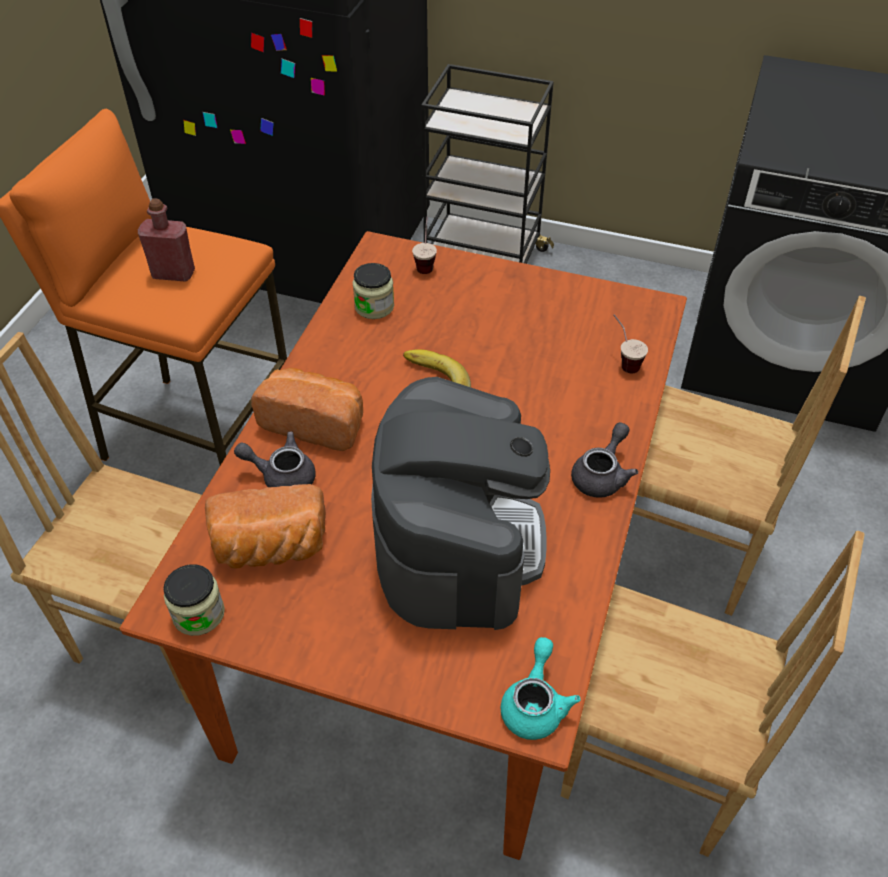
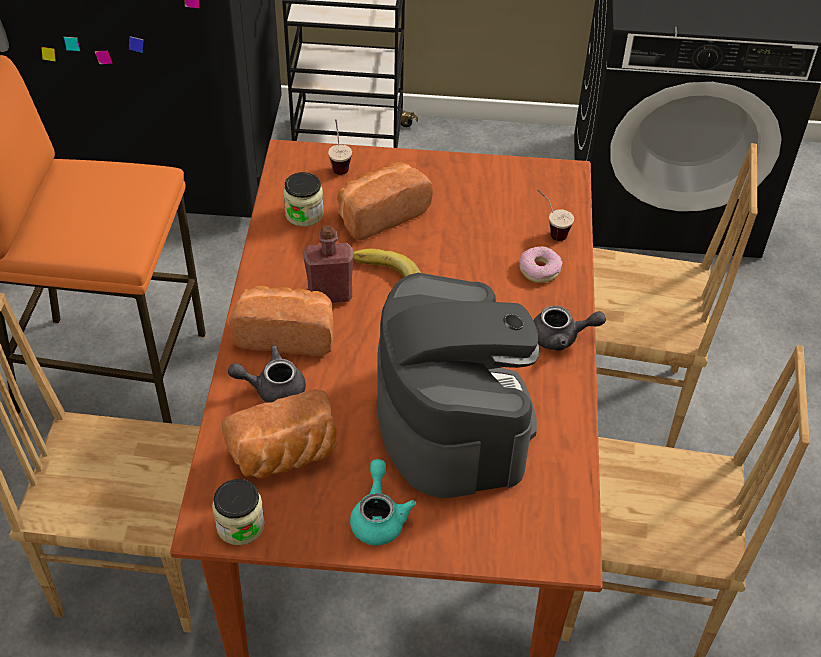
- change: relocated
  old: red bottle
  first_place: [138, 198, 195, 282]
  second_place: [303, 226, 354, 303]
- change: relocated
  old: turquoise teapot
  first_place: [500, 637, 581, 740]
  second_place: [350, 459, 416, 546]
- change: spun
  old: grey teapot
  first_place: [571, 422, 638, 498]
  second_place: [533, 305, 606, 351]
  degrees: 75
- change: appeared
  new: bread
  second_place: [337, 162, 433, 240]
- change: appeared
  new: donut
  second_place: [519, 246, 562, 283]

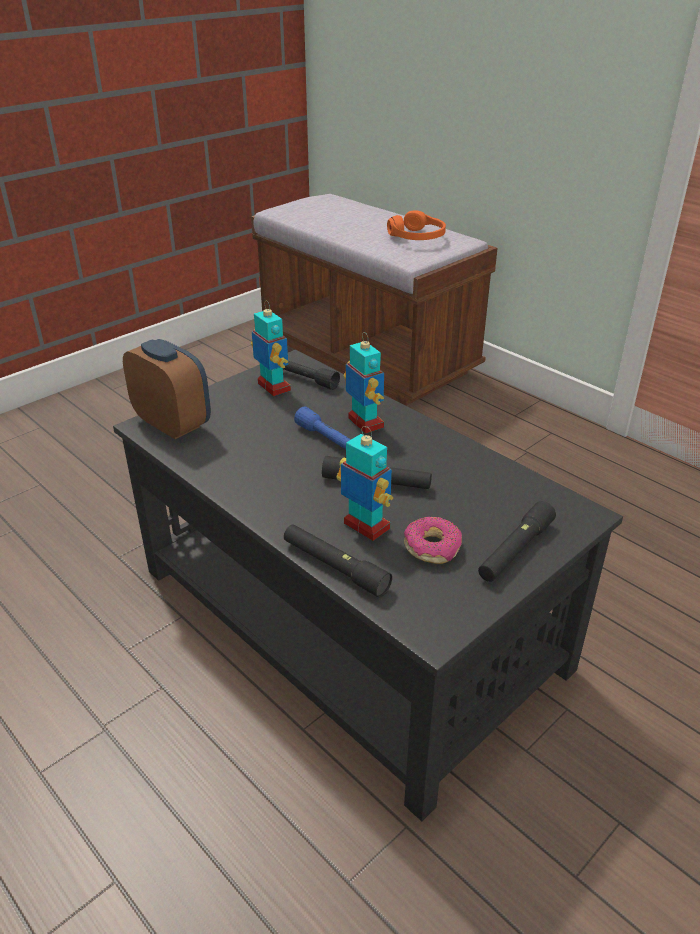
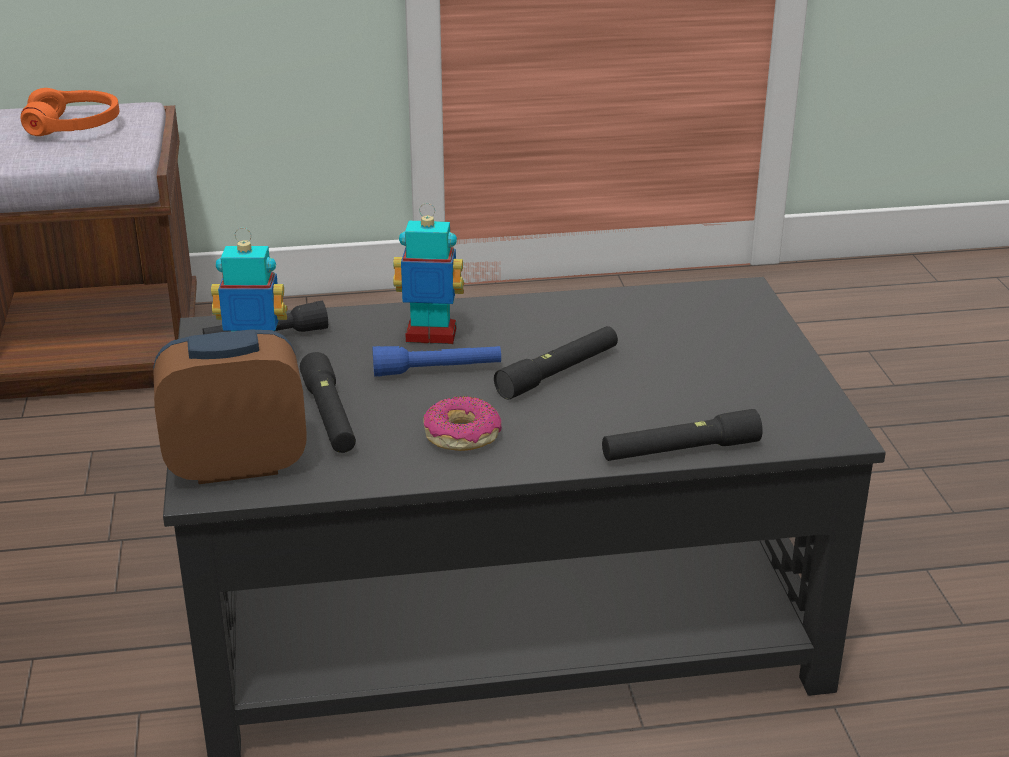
- change: missing
  old: toy robot
  first_place: [336, 426, 394, 541]
- change: relocated
  old: donut
  first_place: [404, 517, 462, 564]
  second_place: [423, 396, 502, 451]
- change: relocated
  old: black flashlight
  first_place: [478, 501, 556, 582]
  second_place: [300, 352, 356, 453]

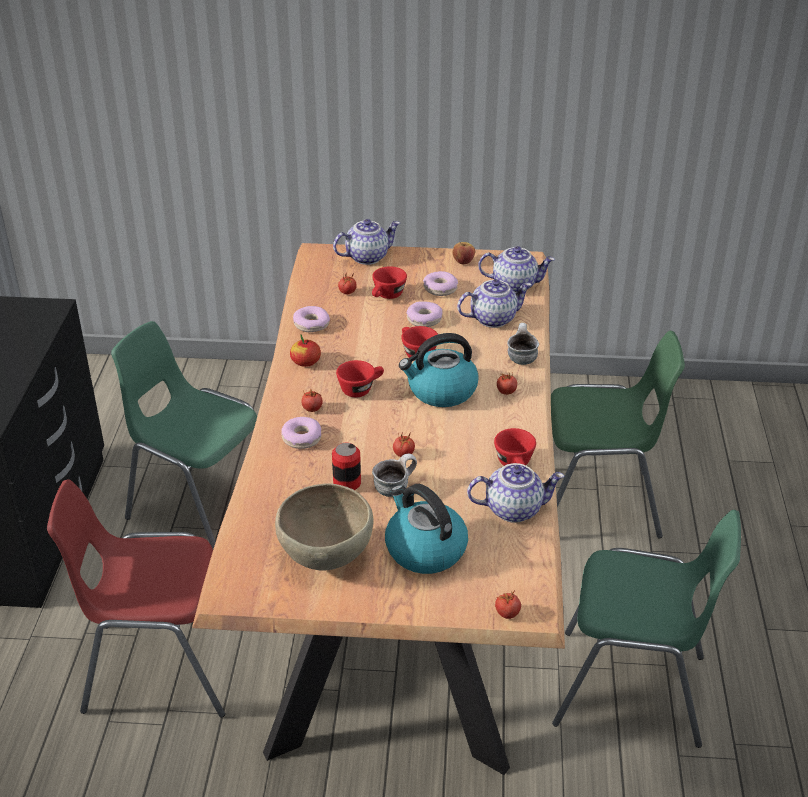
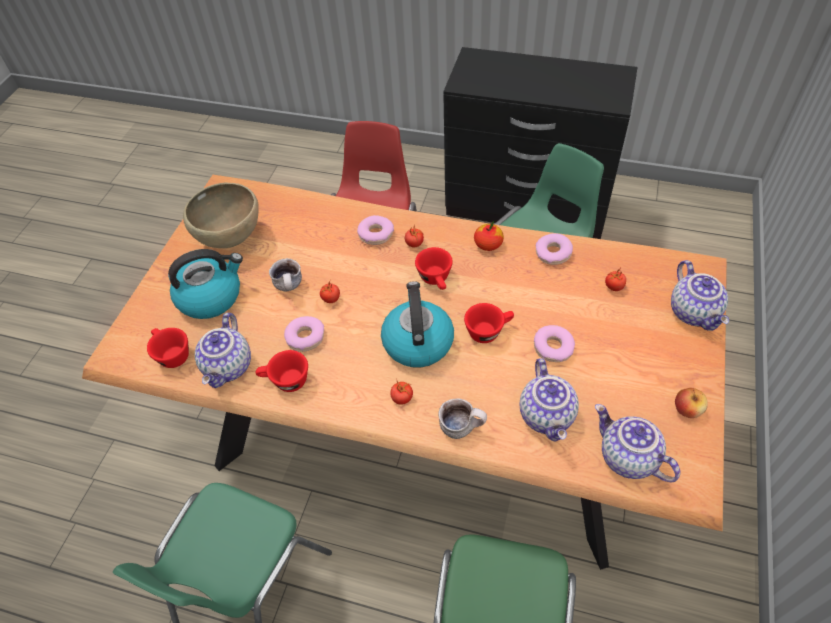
- change: missing
  old: can
  first_place: [332, 443, 361, 490]
- change: relocated
  old: red cup
  first_place: [372, 266, 407, 299]
  second_place: [147, 328, 189, 368]
- change: relocated
  old: donut
  first_place: [423, 271, 458, 296]
  second_place: [284, 316, 324, 352]
- change: spun
  old: teapot
  first_place: [478, 246, 555, 293]
  second_place: [595, 404, 680, 482]
  degrees: 120
- change: missing
  old: tomato
  first_place: [495, 590, 521, 619]

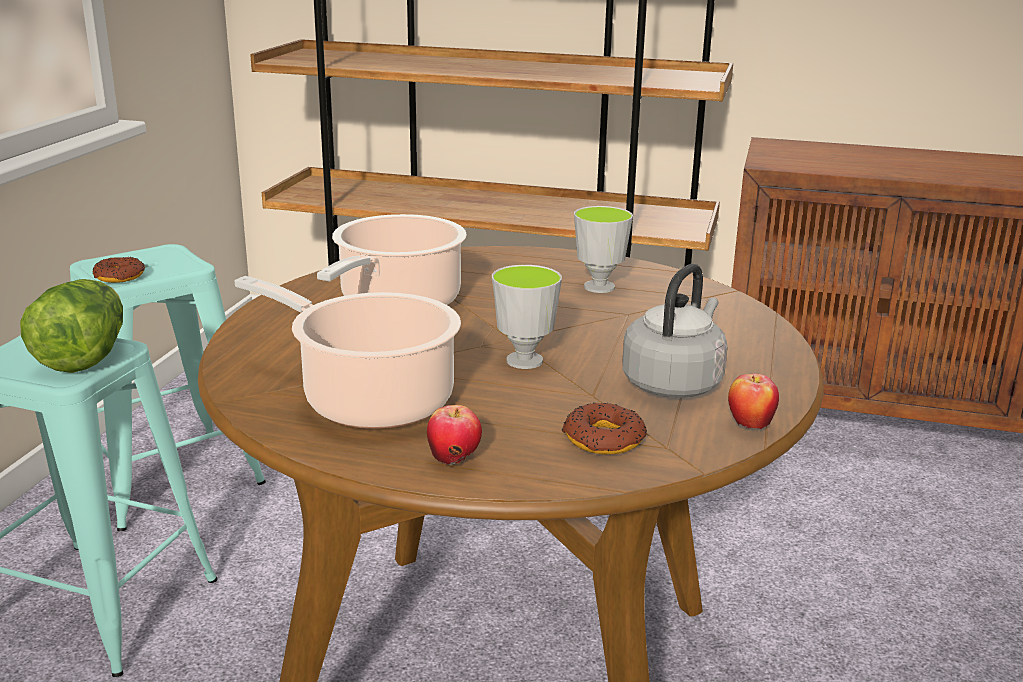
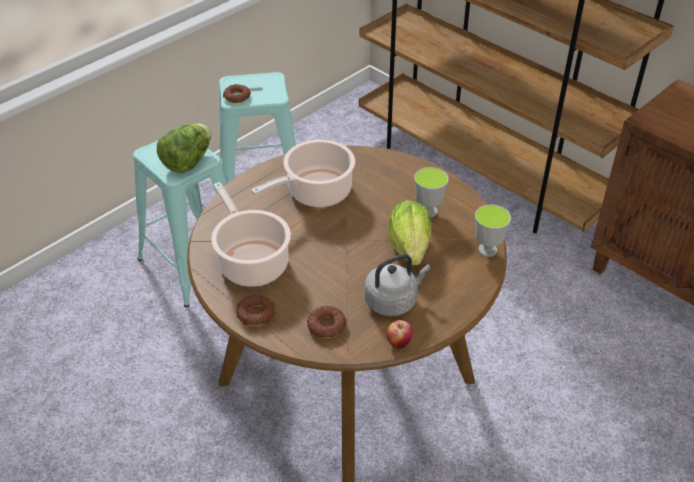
- change: exchanged
  old: apple
  new: donut
  first_place: [427, 405, 482, 465]
  second_place: [236, 295, 275, 326]
- change: relocated
  old: cup
  first_place: [492, 265, 562, 369]
  second_place: [475, 205, 511, 257]
- change: appeared
  new: lettuce
  second_place: [388, 200, 432, 265]

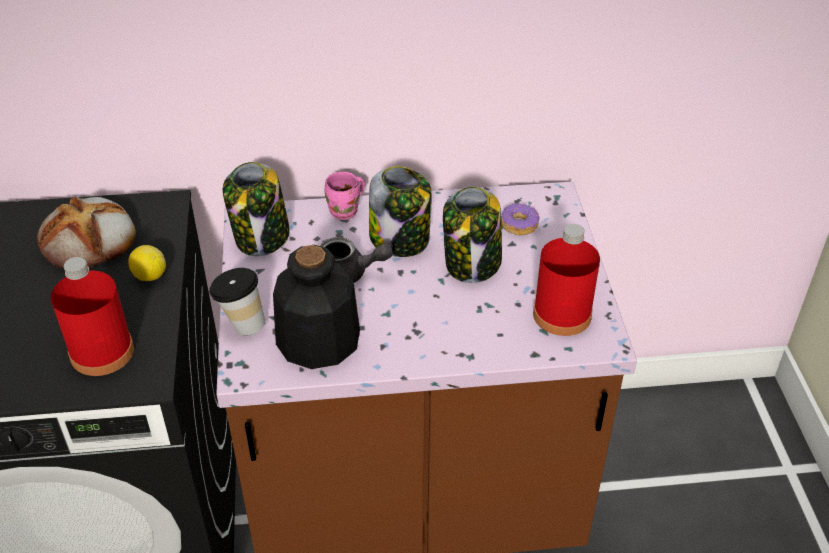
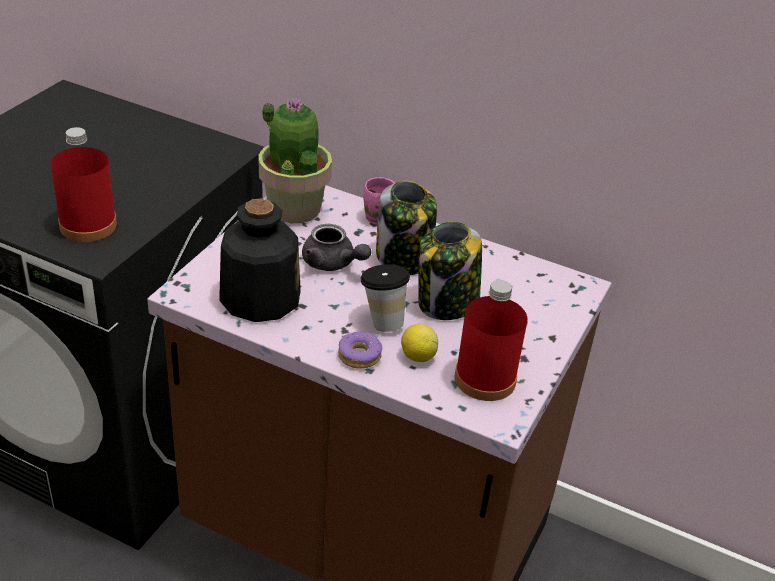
- change: missing
  old: bread
  first_place: [37, 197, 136, 269]
- change: relocated
  old: lemon
  first_place: [128, 245, 166, 281]
  second_place: [401, 323, 438, 362]
- change: relocated
  old: cup
  first_place: [209, 268, 265, 336]
  second_place: [360, 264, 410, 332]
- change: exchanged
  old: jar
  new: potted plant
  first_place: [223, 162, 290, 256]
  second_place: [259, 97, 332, 223]
- change: relocated
  old: donut
  first_place: [501, 203, 539, 235]
  second_place: [338, 331, 383, 369]

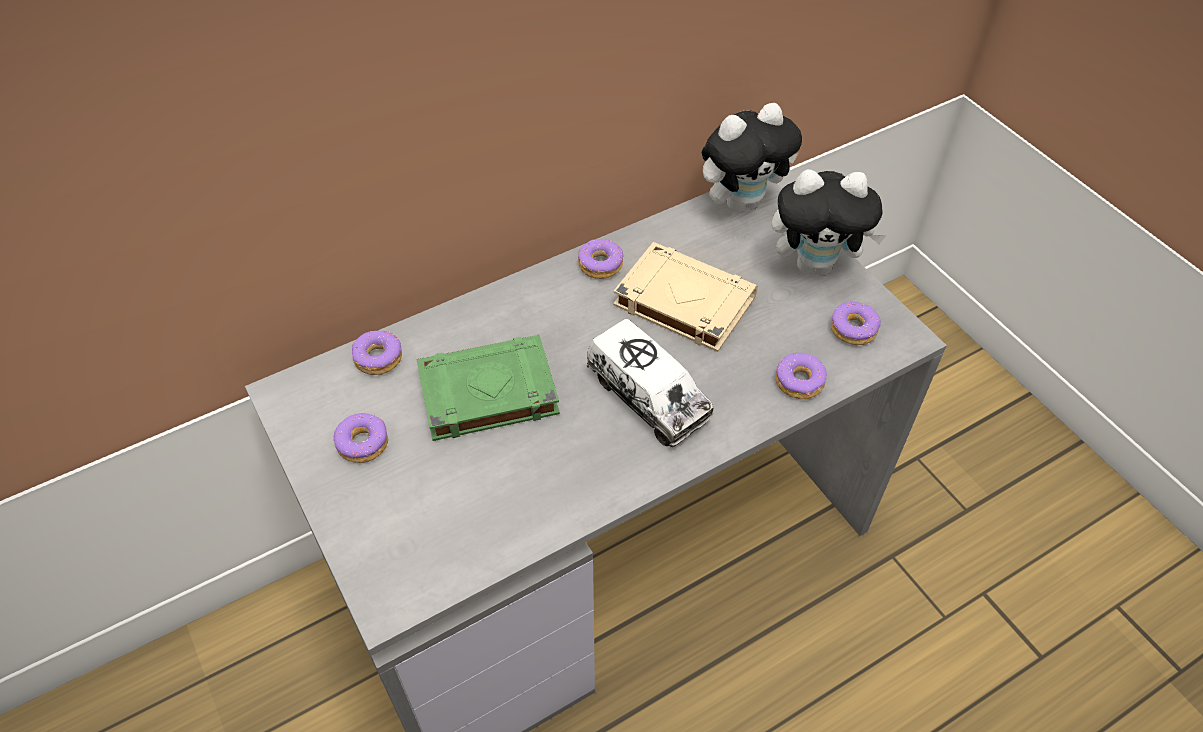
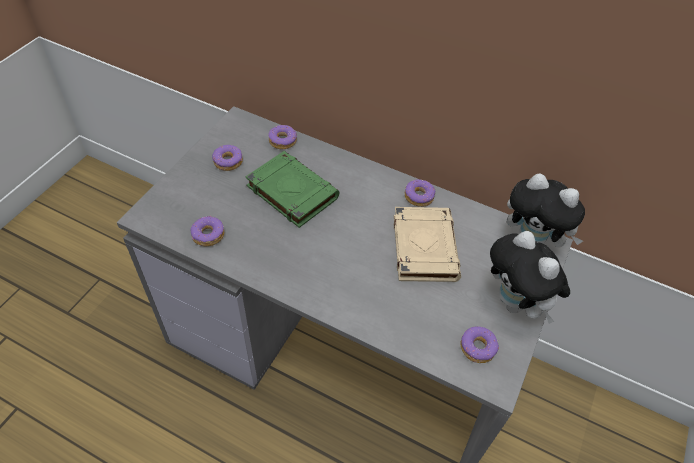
- change: missing
  old: toy truck
  first_place: [586, 319, 714, 447]
- change: relocated
  old: donut
  first_place: [775, 353, 827, 399]
  second_place: [191, 216, 224, 246]

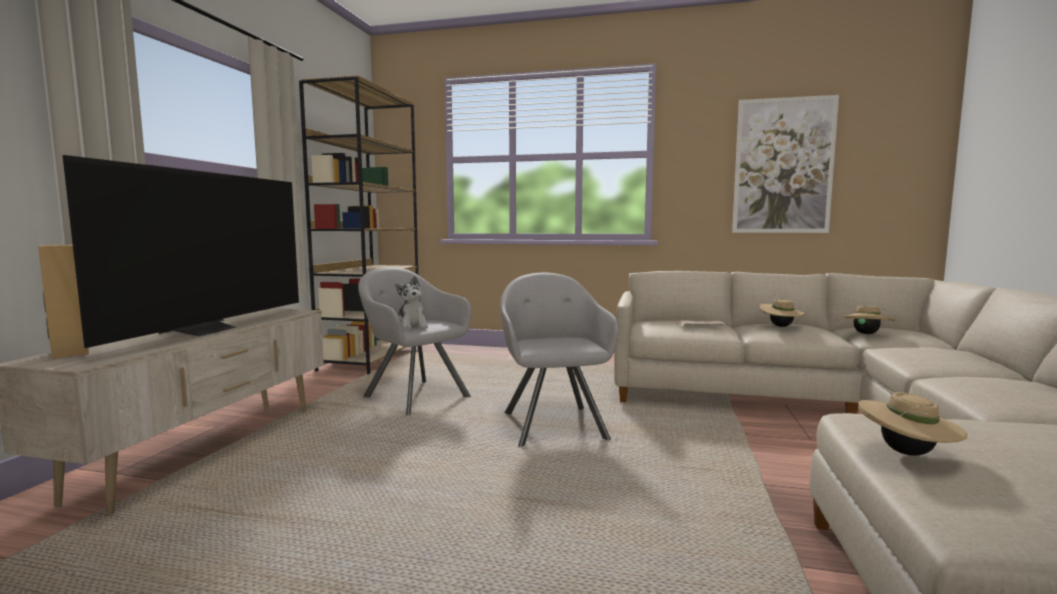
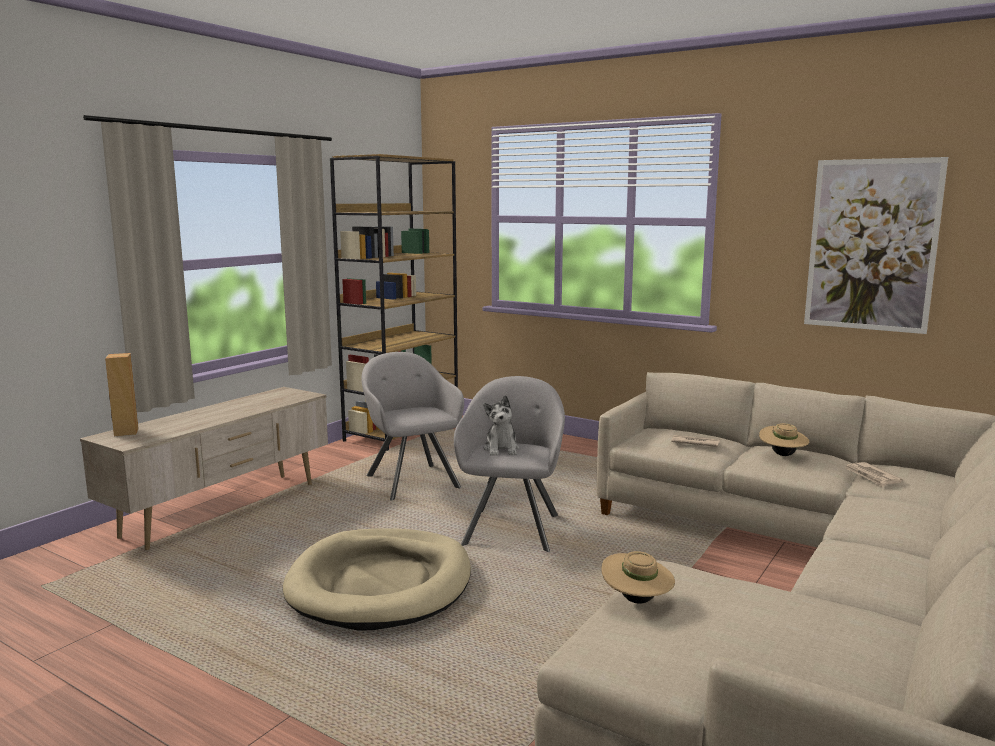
- change: missing
  old: television
  first_place: [63, 155, 299, 348]
- change: relocated
  old: plush toy
  first_place: [395, 276, 428, 330]
  second_place: [483, 395, 519, 456]
- change: exchanged
  old: beige hat
  new: newspaper
  first_place: [843, 306, 895, 334]
  second_place: [845, 462, 903, 487]
- change: appeared
  new: beige dog bed
  second_place: [283, 528, 471, 630]

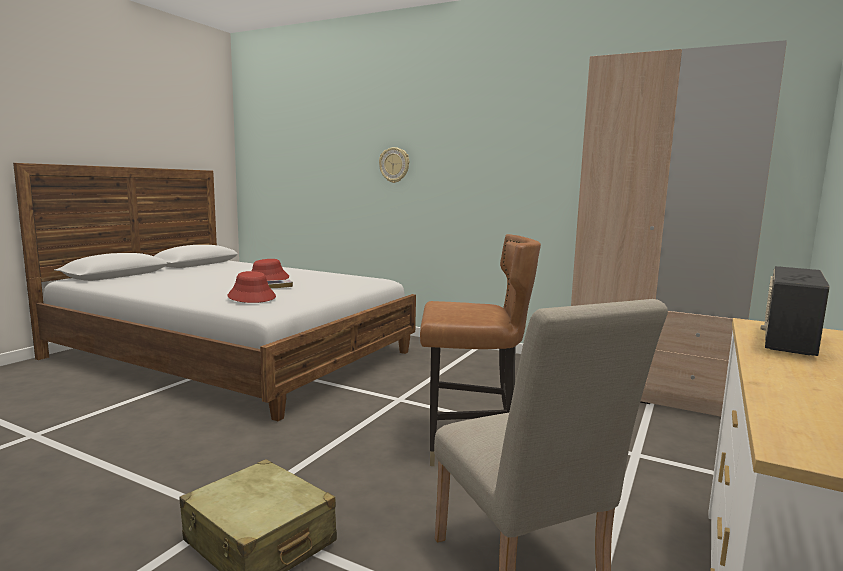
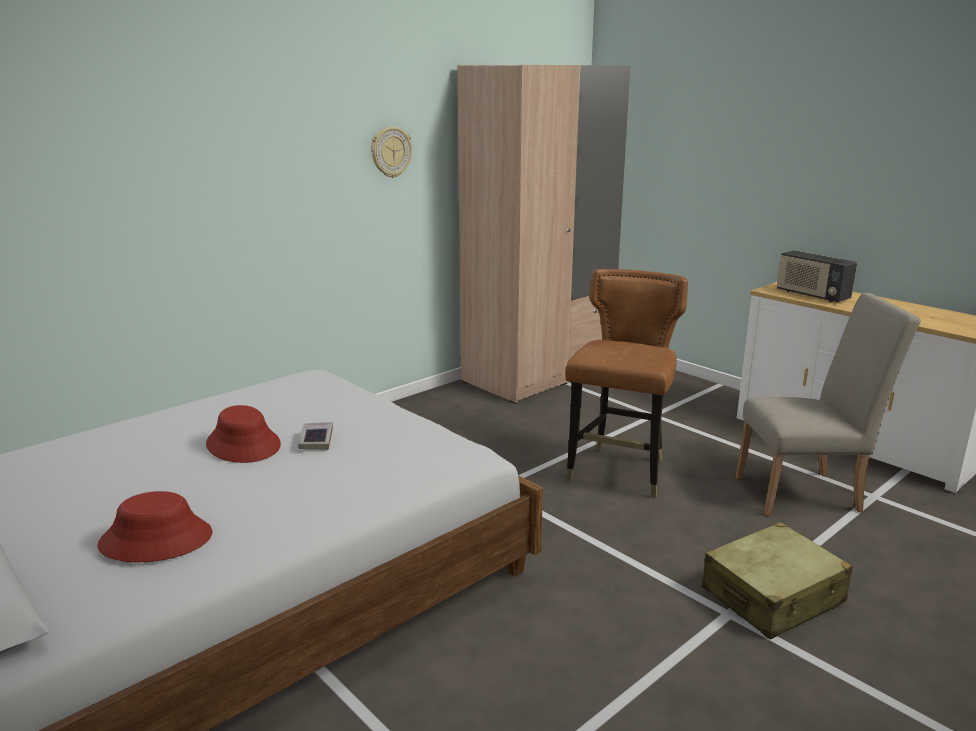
- change: relocated
  old: red hat
  first_place: [227, 271, 276, 303]
  second_place: [97, 491, 212, 562]
- change: relocated
  old: wall clock
  first_place: [379, 147, 409, 183]
  second_place: [371, 127, 412, 178]

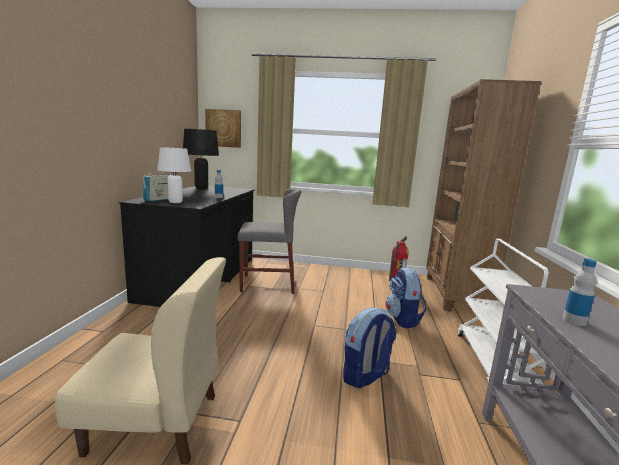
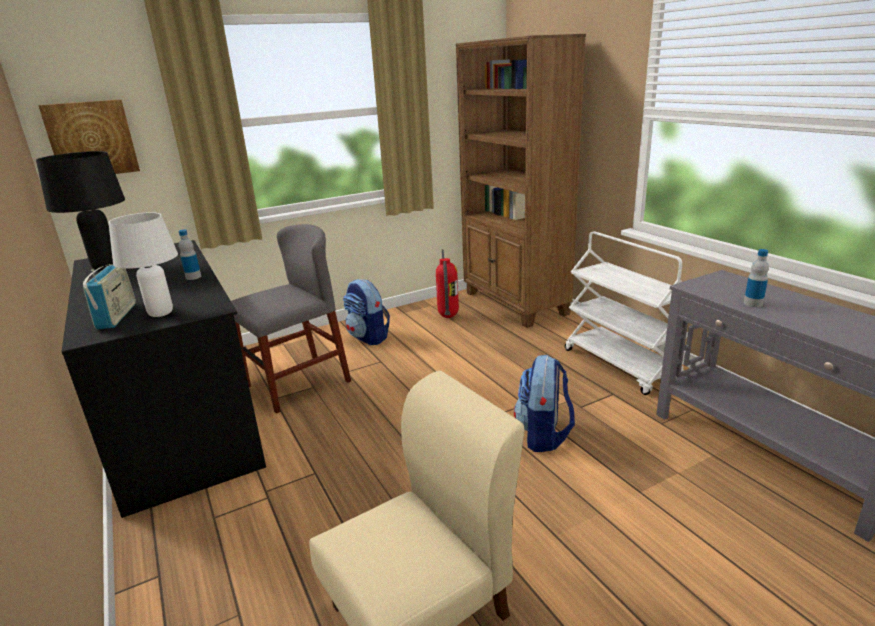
- change: relocated
  old: backpack
  first_place: [386, 267, 427, 328]
  second_place: [343, 279, 390, 345]

